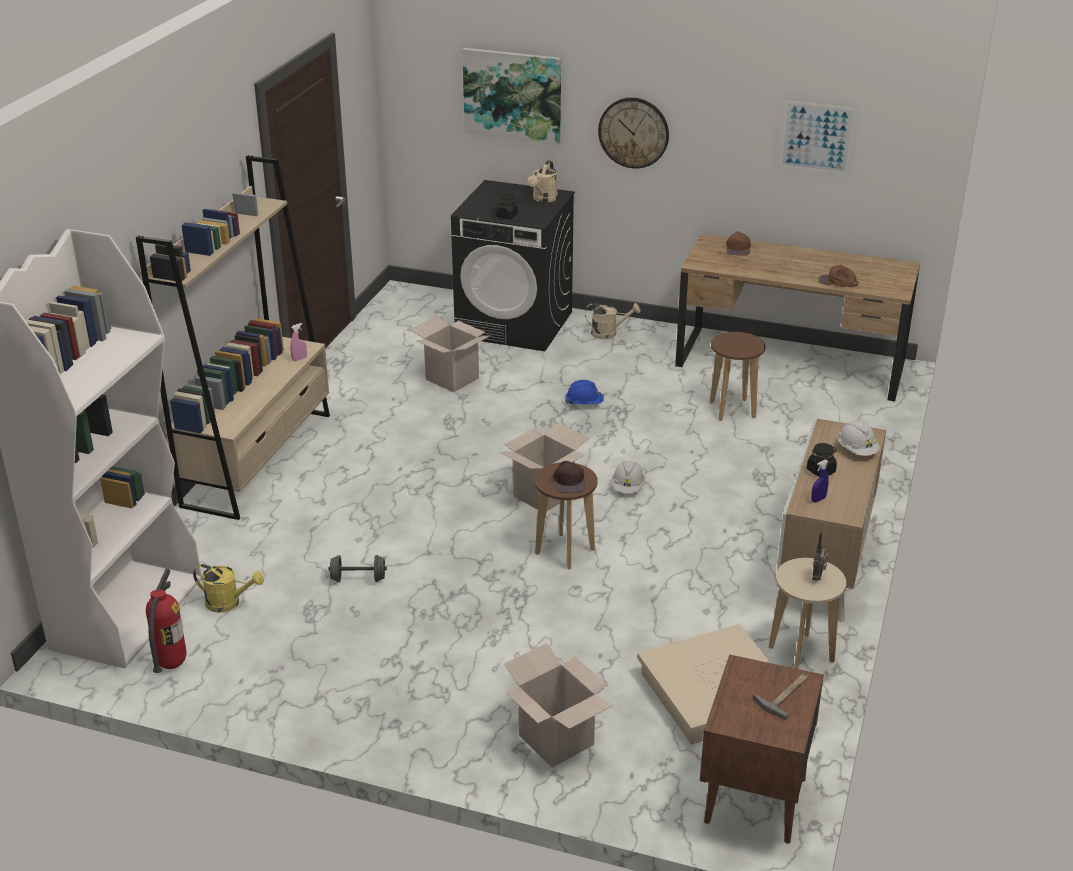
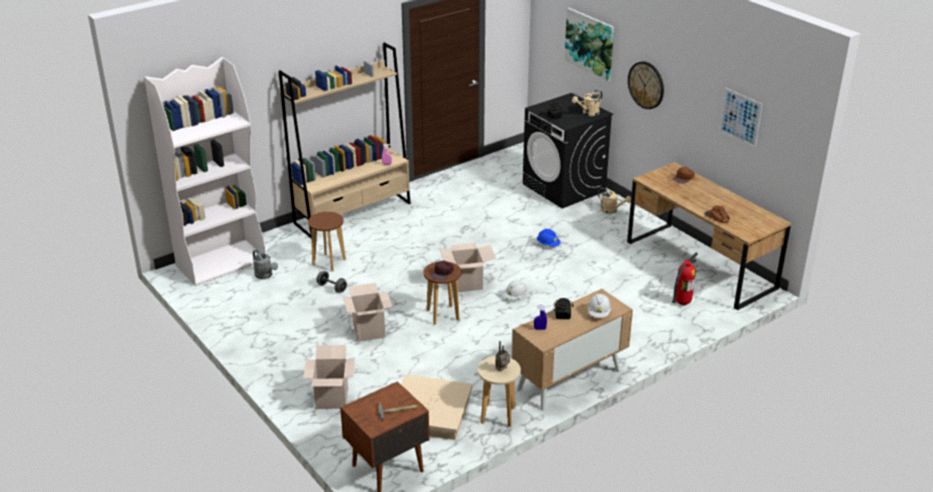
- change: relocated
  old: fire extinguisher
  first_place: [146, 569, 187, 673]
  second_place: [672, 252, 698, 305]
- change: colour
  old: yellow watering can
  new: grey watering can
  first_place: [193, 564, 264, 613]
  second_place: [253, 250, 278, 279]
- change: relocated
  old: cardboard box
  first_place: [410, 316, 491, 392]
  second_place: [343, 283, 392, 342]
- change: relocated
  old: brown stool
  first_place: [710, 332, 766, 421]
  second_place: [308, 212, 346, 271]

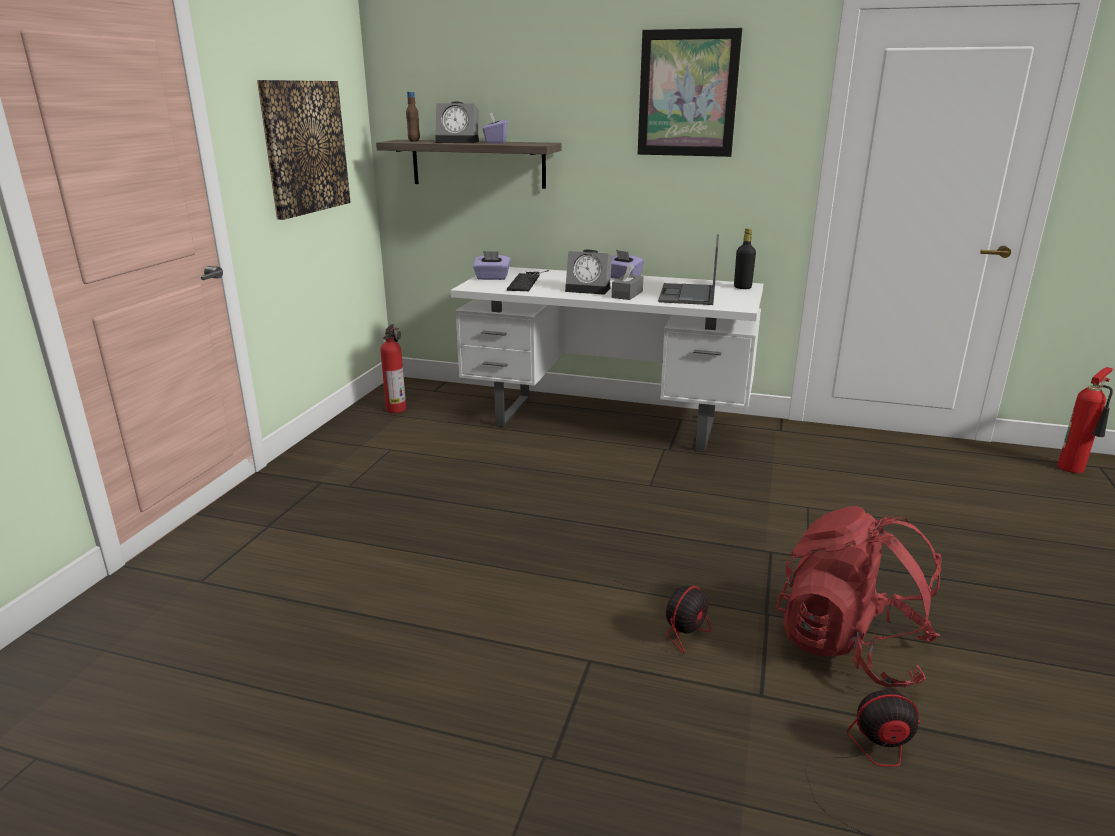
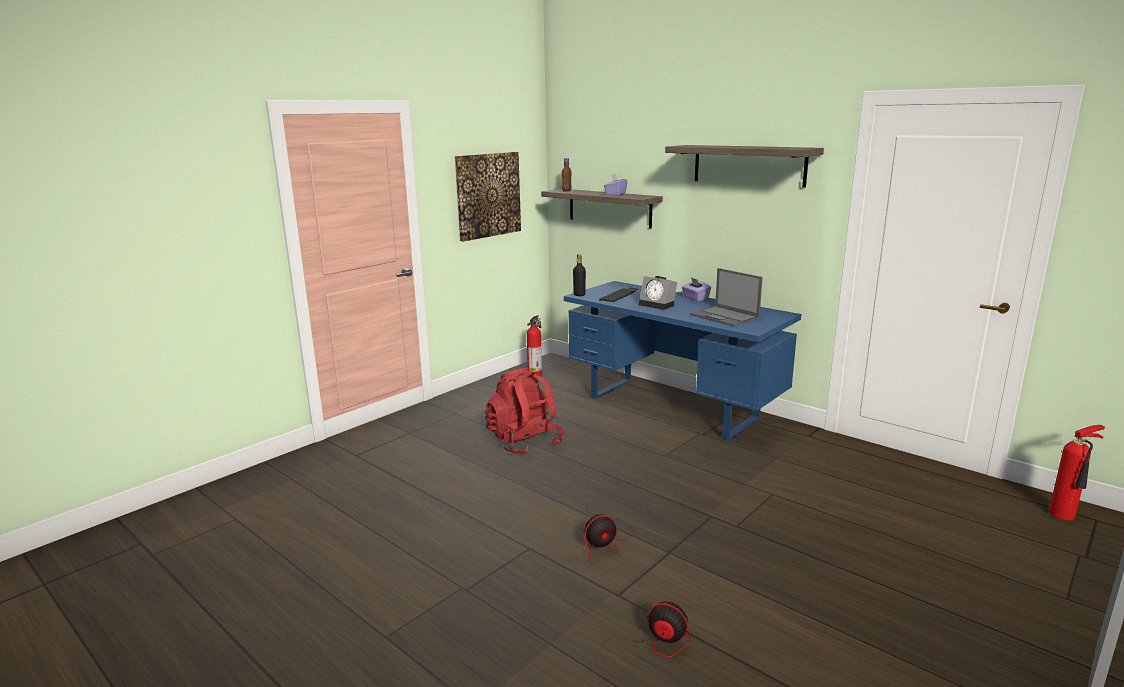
- change: missing
  old: alarm clock
  first_place: [435, 101, 479, 143]
- change: colour
  old: white desk
  new: blue desk
  first_place: [450, 267, 763, 452]
  second_place: [564, 281, 802, 441]
- change: missing
  old: purple tissue box
  first_place: [473, 251, 511, 280]
- change: missing
  old: grey tissue box
  first_place: [612, 263, 643, 300]
- change: exchanged
  old: picture
  new: shelf
  first_place: [638, 28, 742, 157]
  second_place: [665, 145, 824, 188]
- change: spun
  old: laptop
  first_place: [658, 234, 719, 305]
  second_place: [690, 268, 763, 327]
  degrees: -75
- change: relocated
  old: black bottle
  first_place: [734, 228, 756, 289]
  second_place: [573, 254, 586, 296]
- change: relocated
  old: red backpack
  first_place: [776, 506, 942, 687]
  second_place: [485, 368, 564, 455]

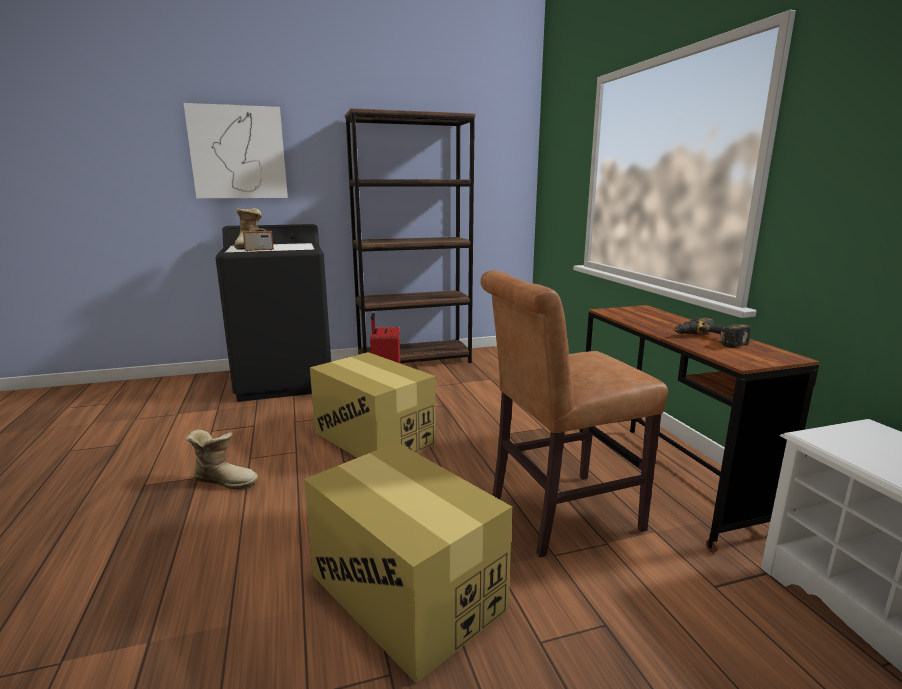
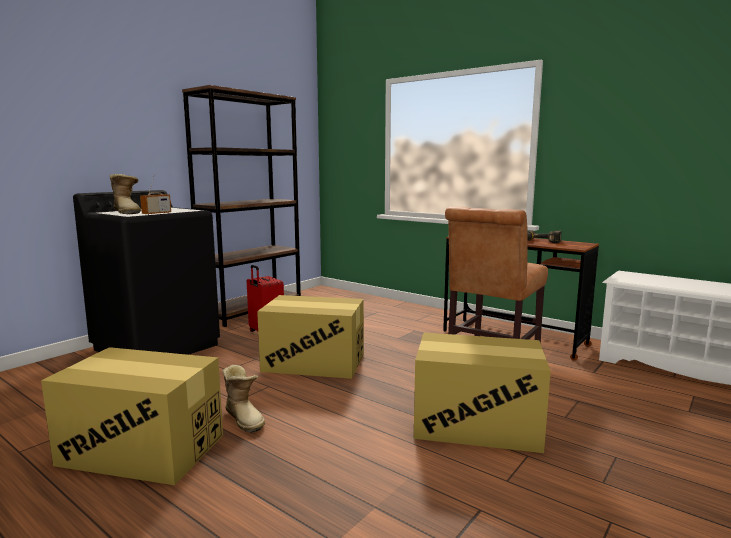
- change: missing
  old: picture
  first_place: [183, 103, 288, 198]
- change: spun
  old: boot
  first_place: [186, 430, 258, 490]
  second_place: [222, 365, 265, 433]
  degrees: 75
- change: appeared
  new: cardboard box
  second_place: [41, 347, 223, 485]

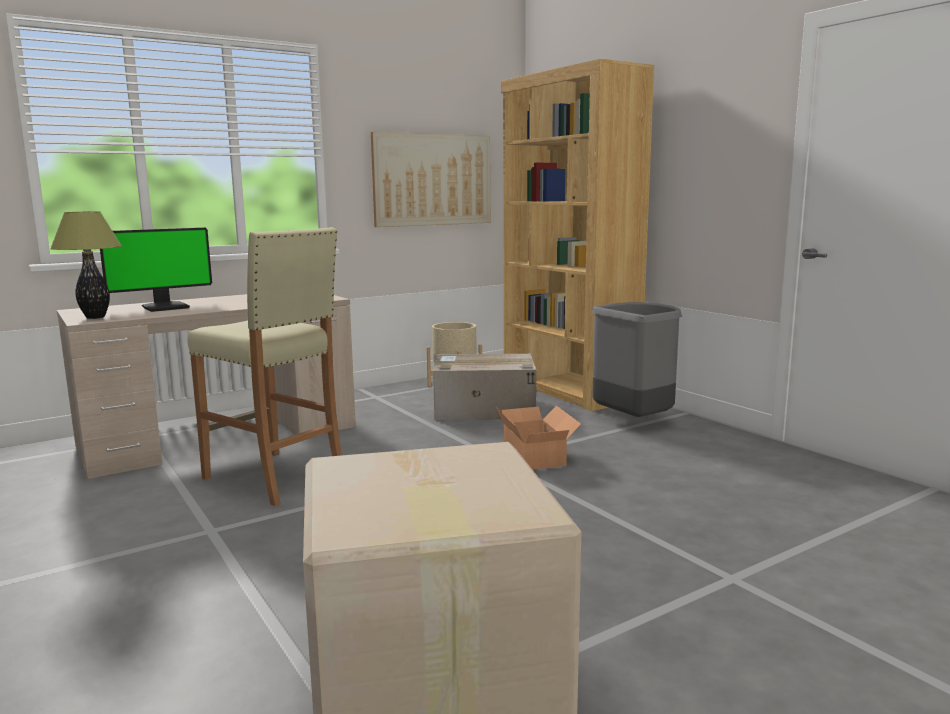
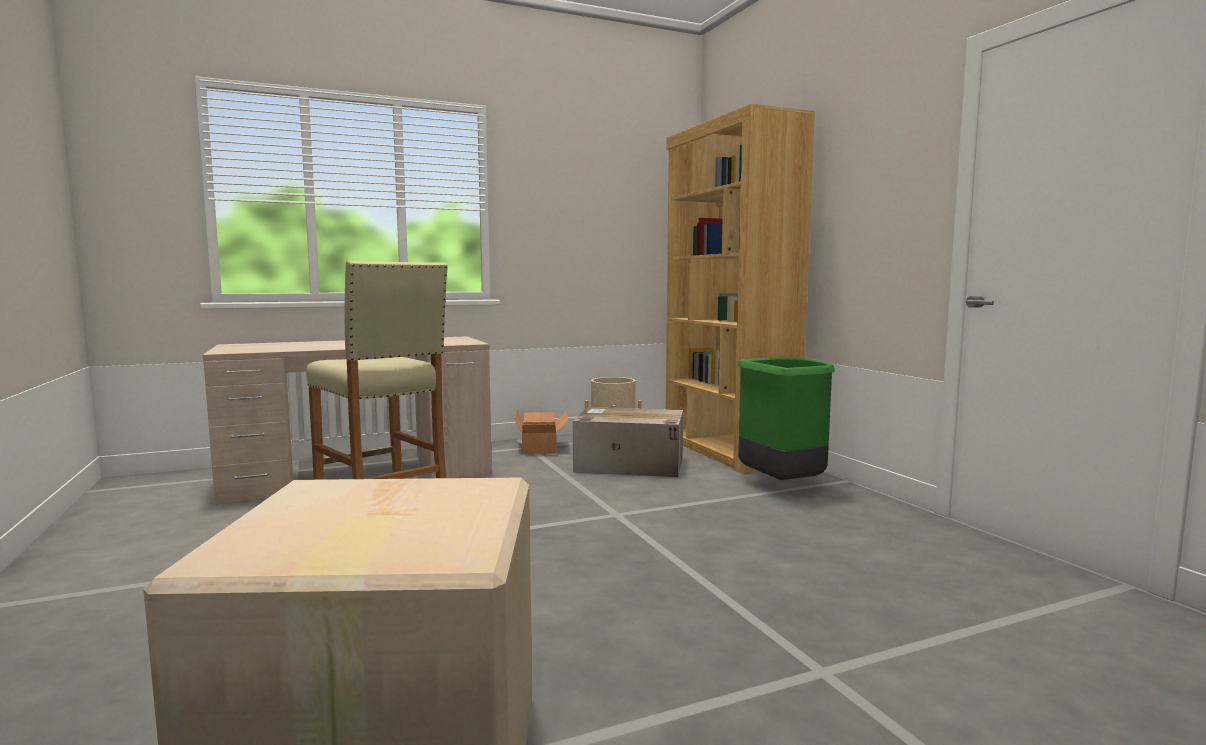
- change: missing
  old: table lamp
  first_place: [50, 211, 122, 319]
- change: missing
  old: monitor
  first_place: [100, 228, 212, 312]
- change: missing
  old: picture
  first_place: [371, 132, 490, 227]
- change: relocated
  old: cardboard box
  first_place: [496, 406, 581, 469]
  second_place: [515, 410, 568, 454]
- change: colour
  old: grey trash can
  new: green trash can
  first_place: [592, 302, 682, 417]
  second_place: [738, 357, 835, 480]

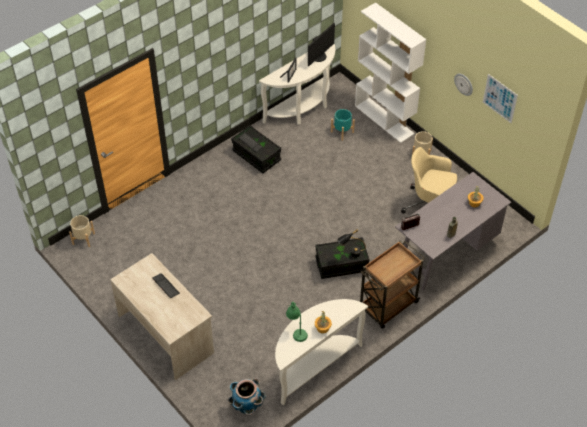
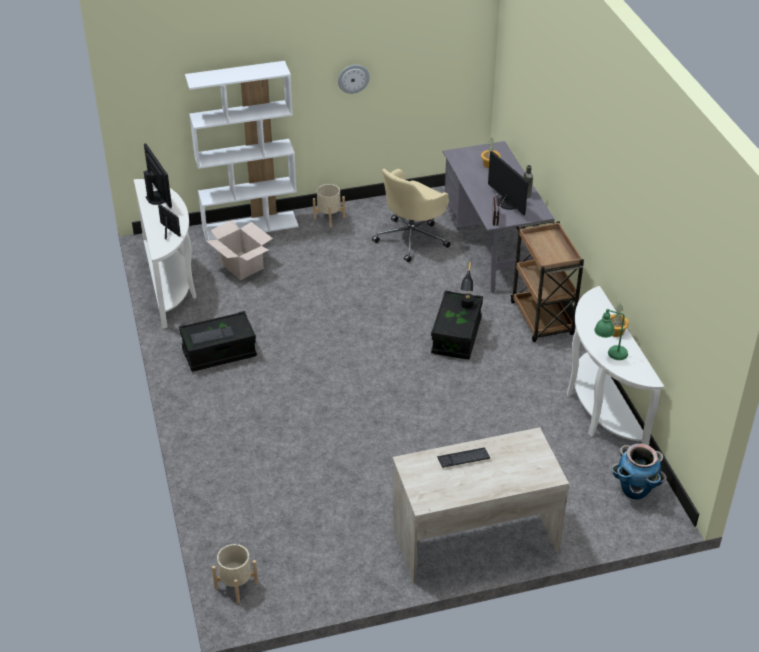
- change: exchanged
  old: turquoise planter
  new: cardboard box
  first_place: [331, 109, 355, 141]
  second_place: [206, 220, 273, 280]
- change: missing
  old: picture
  first_place: [483, 74, 518, 123]
- change: appeared
  new: monitor
  second_place: [488, 151, 528, 216]

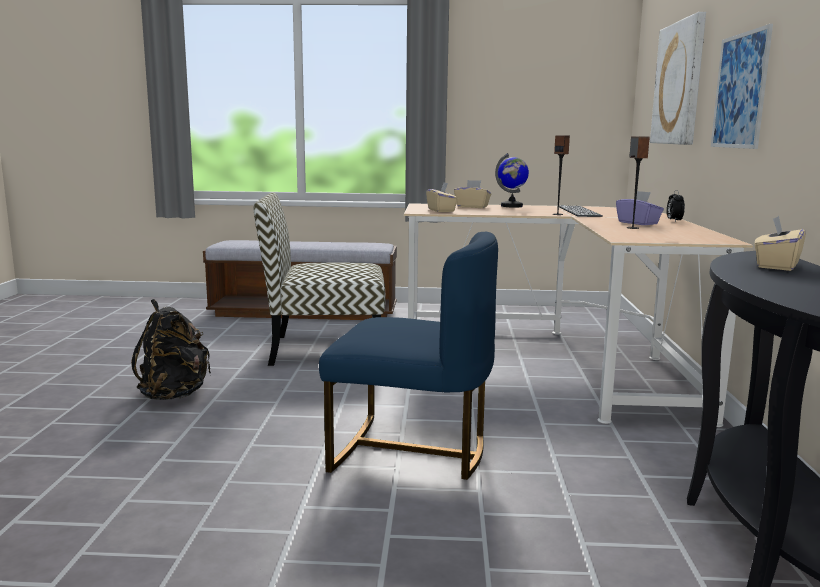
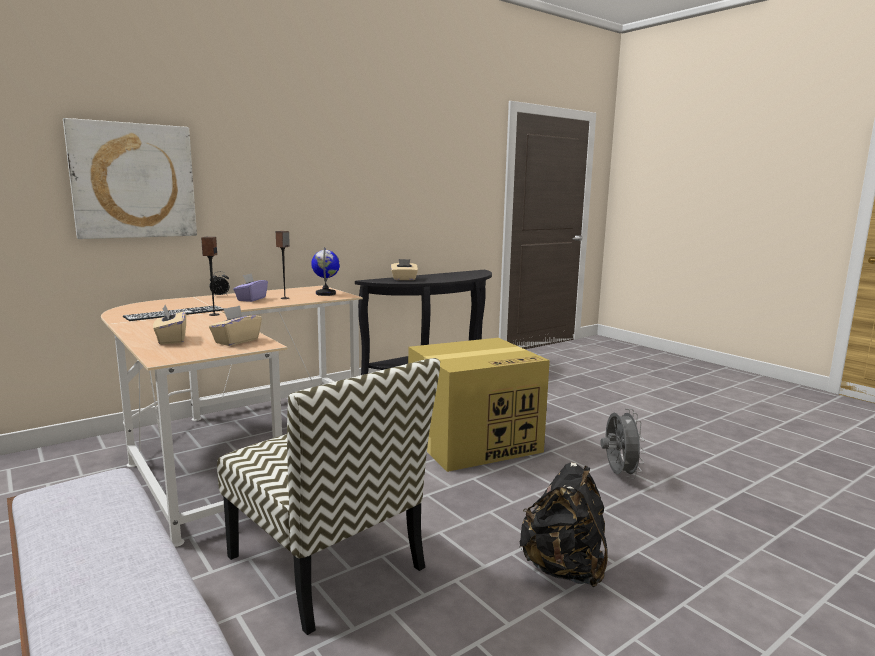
- change: exchanged
  old: blue chair
  new: cardboard box
  first_place: [319, 232, 498, 480]
  second_place: [408, 338, 550, 472]
- change: relocated
  old: globe
  first_place: [495, 153, 529, 208]
  second_place: [311, 247, 340, 296]
- change: missing
  old: picture
  first_place: [711, 24, 773, 149]
- change: appeared
  new: grey fan
  second_place: [600, 409, 645, 479]

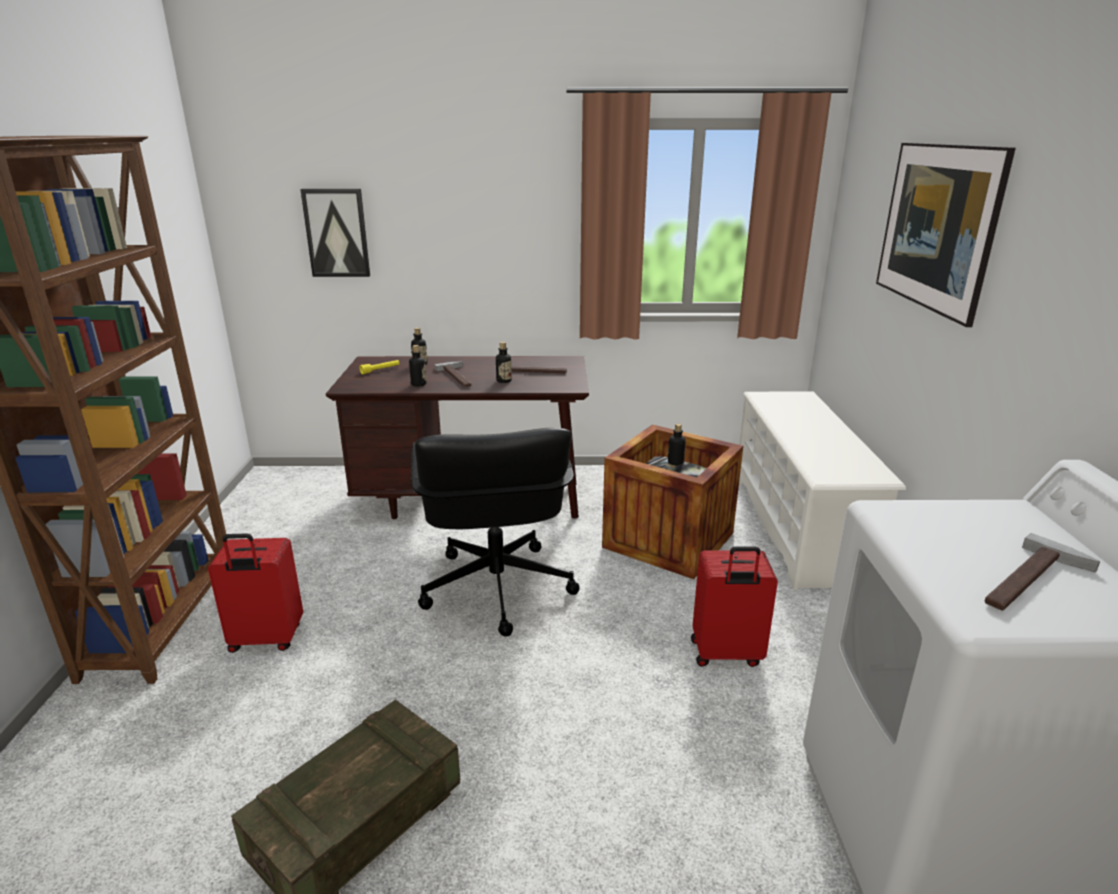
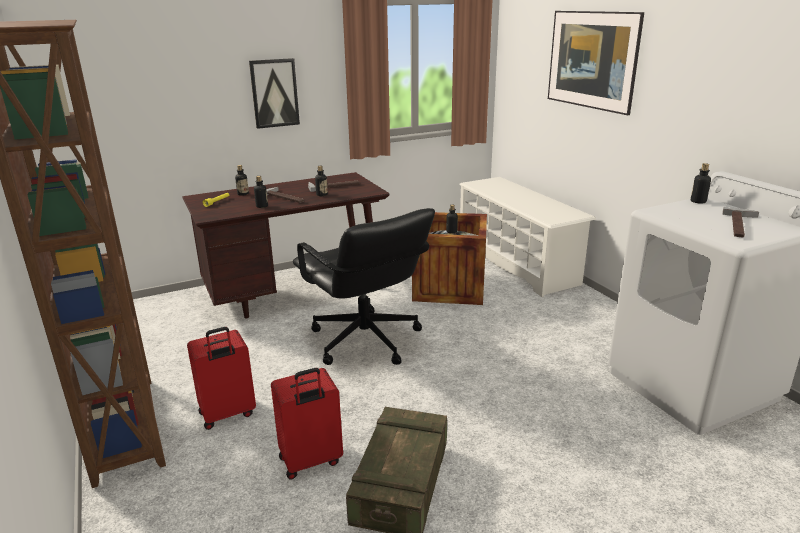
- change: relocated
  old: picture
  first_place: [300, 189, 370, 277]
  second_place: [249, 58, 300, 129]
- change: relocated
  old: red suitcase
  first_place: [691, 546, 778, 667]
  second_place: [271, 368, 343, 480]
- change: appeared
  new: bottle
  second_place: [691, 163, 711, 204]

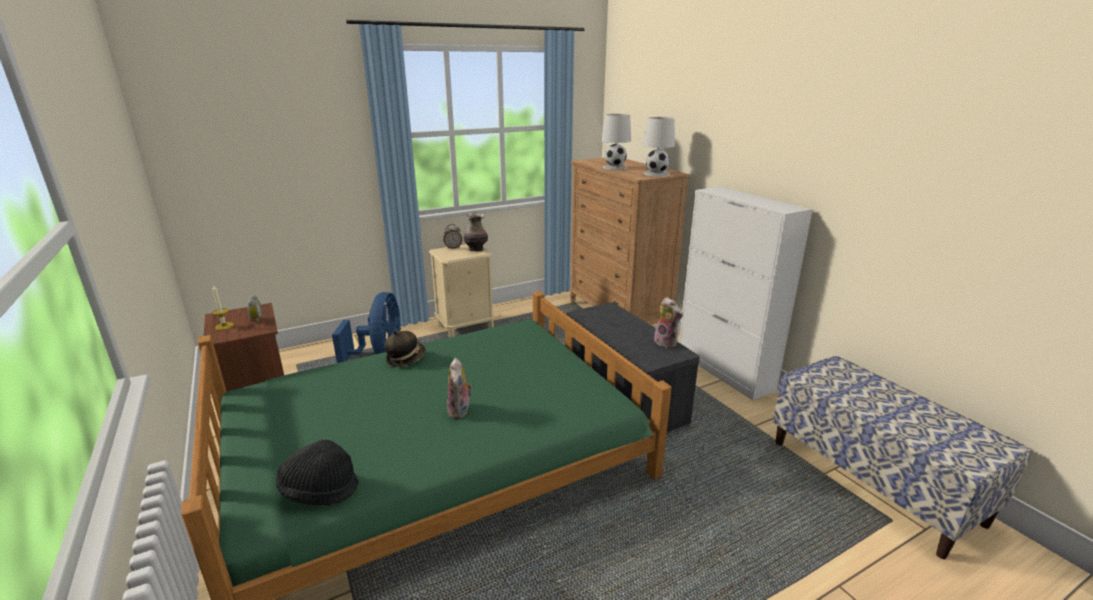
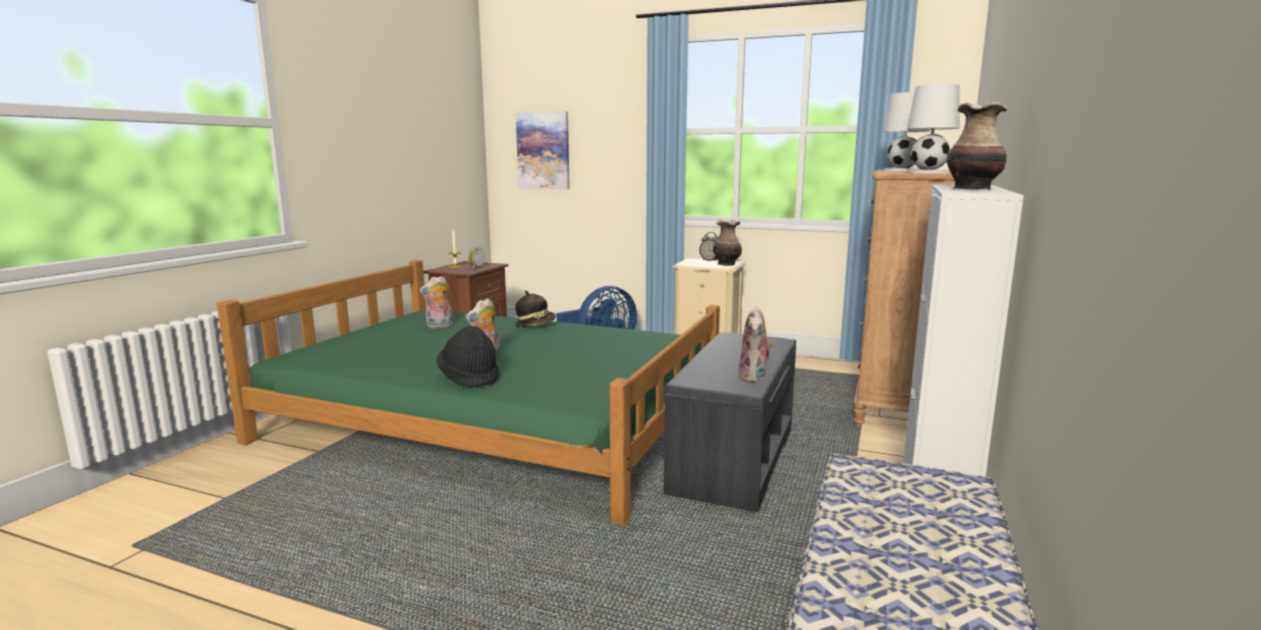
- change: relocated
  old: black hat
  first_place: [276, 439, 359, 505]
  second_place: [437, 326, 499, 387]
- change: appeared
  new: plush toy
  second_place: [419, 276, 453, 329]
- change: appeared
  new: picture
  second_place: [516, 111, 570, 189]
- change: appeared
  new: vase
  second_place: [946, 102, 1008, 190]

